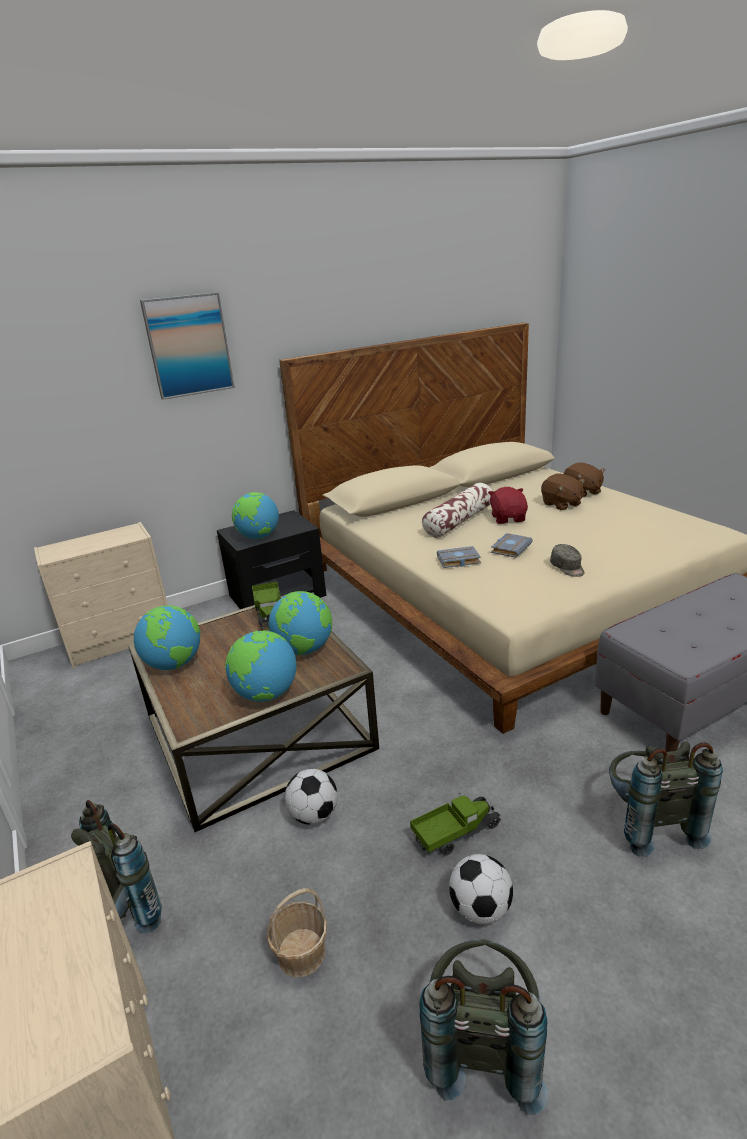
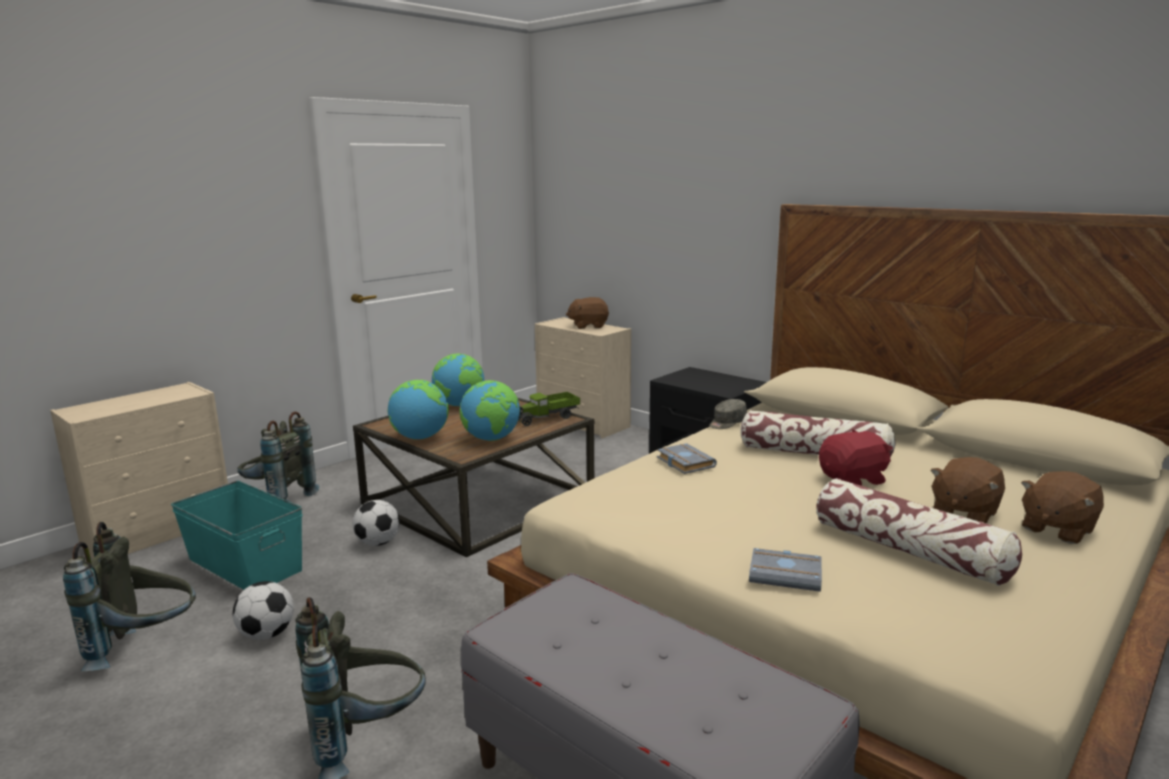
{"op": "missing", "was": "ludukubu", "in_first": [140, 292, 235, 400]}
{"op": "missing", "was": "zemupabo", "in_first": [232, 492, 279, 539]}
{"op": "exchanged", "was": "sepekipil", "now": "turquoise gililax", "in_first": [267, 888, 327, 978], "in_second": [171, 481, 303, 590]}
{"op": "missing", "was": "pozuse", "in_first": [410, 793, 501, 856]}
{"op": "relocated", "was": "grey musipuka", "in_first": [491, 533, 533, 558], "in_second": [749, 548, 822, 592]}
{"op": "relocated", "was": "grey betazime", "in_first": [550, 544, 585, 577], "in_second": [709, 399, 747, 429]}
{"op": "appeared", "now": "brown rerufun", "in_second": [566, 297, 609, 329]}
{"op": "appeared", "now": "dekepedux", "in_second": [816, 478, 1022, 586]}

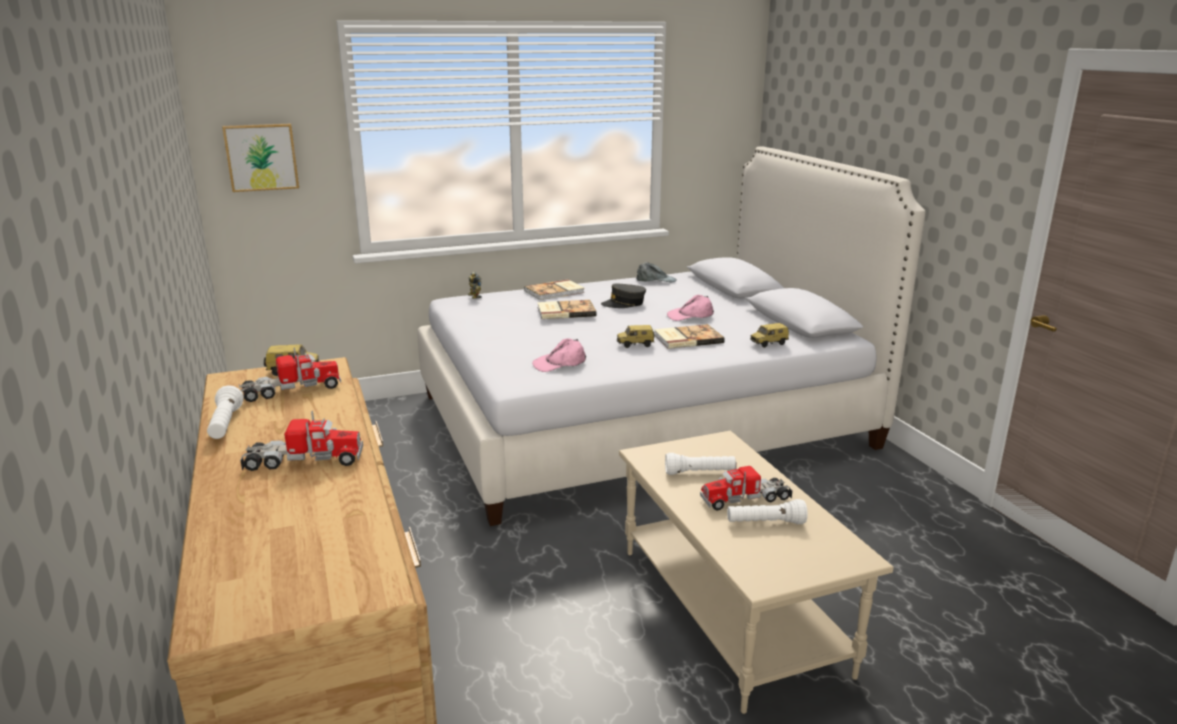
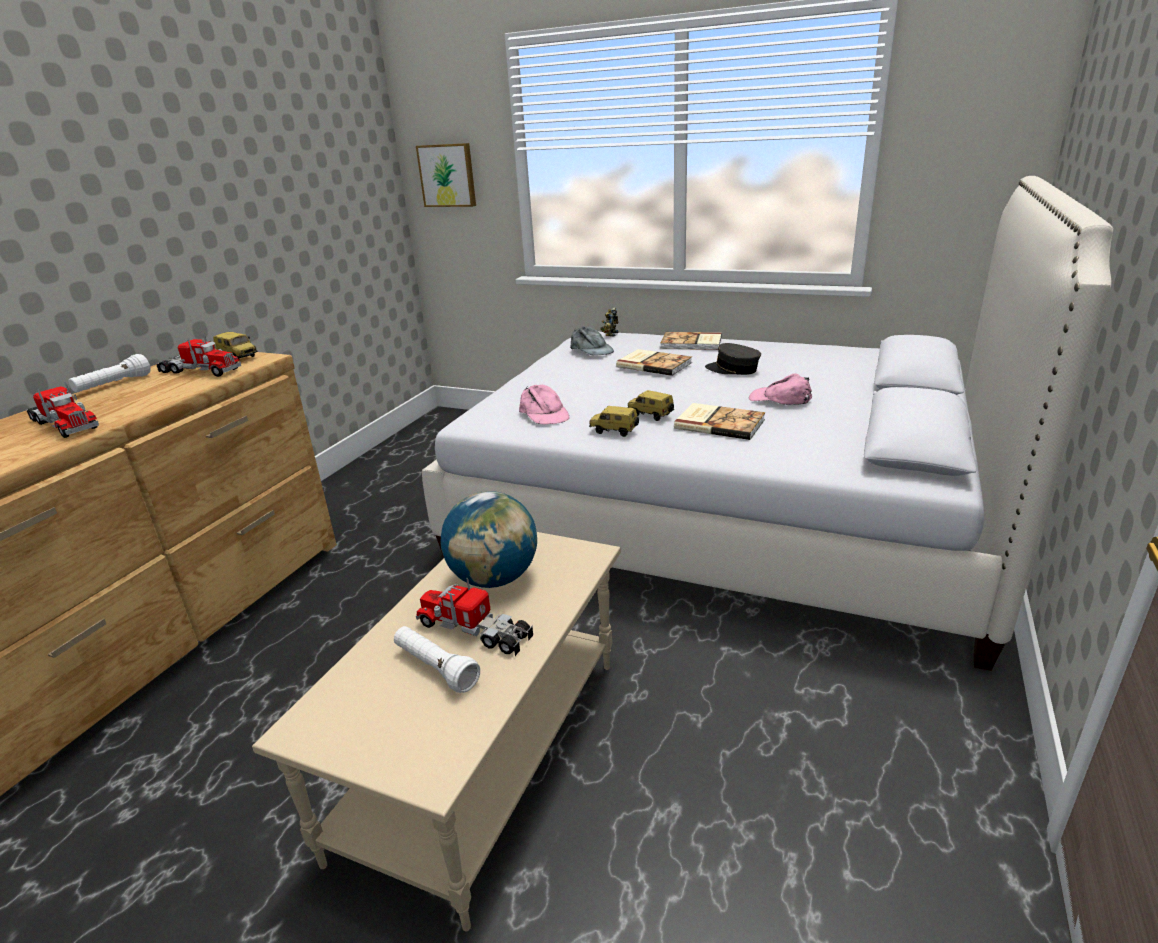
{"op": "spun", "was": "pink betazime", "in_first": [532, 339, 586, 372], "in_second": [519, 385, 569, 424], "clockwise": -135}
{"op": "relocated", "was": "grey betazime", "in_first": [636, 262, 677, 283], "in_second": [570, 326, 614, 355]}
{"op": "exchanged", "was": "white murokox", "now": "zemupabo", "in_first": [665, 453, 736, 475], "in_second": [440, 491, 537, 588]}
{"op": "relocated", "was": "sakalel", "in_first": [750, 323, 789, 348], "in_second": [589, 406, 639, 437]}

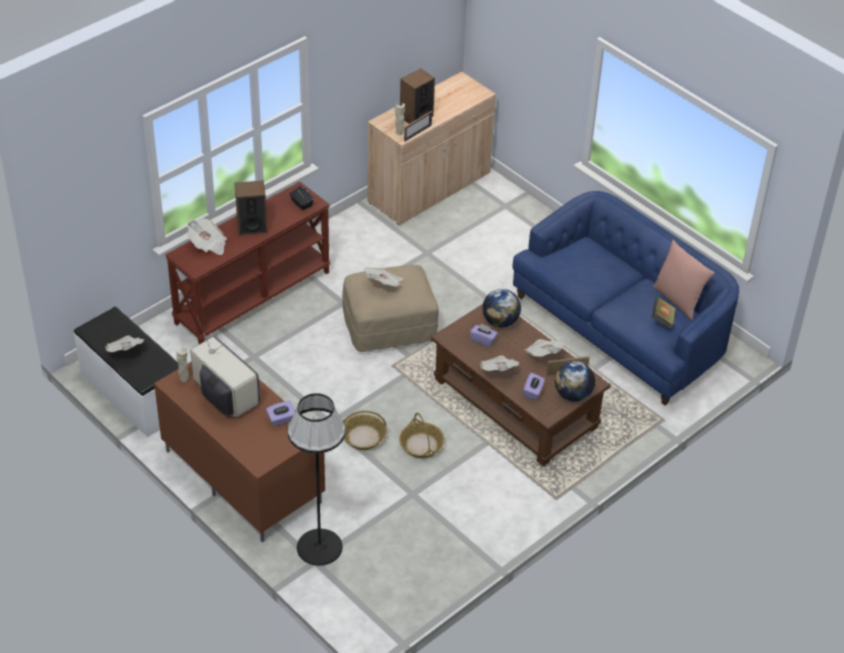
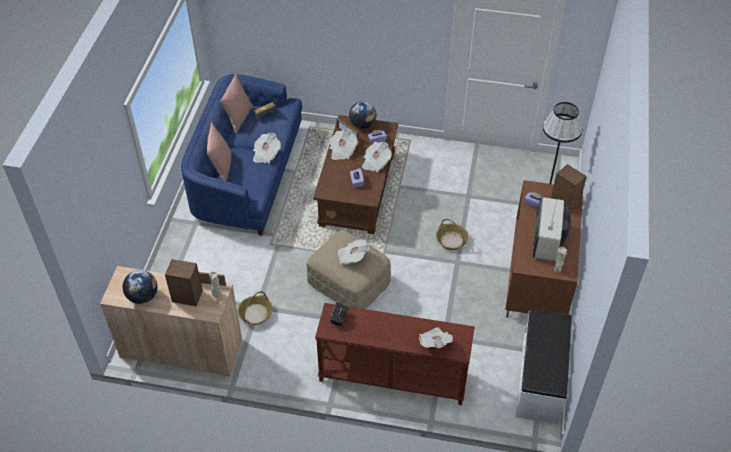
{"op": "relocated", "was": "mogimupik", "in_first": [105, 335, 144, 352], "in_second": [253, 133, 281, 163]}
{"op": "relocated", "was": "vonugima", "in_first": [235, 180, 268, 236], "in_second": [551, 164, 587, 212]}
{"op": "relocated", "was": "sepekipil", "in_first": [399, 413, 445, 458], "in_second": [238, 291, 273, 325]}
{"op": "relocated", "was": "zemupabo", "in_first": [482, 289, 521, 328], "in_second": [123, 270, 157, 304]}
{"op": "appeared", "now": "pink dekepedux", "in_second": [207, 122, 232, 181]}

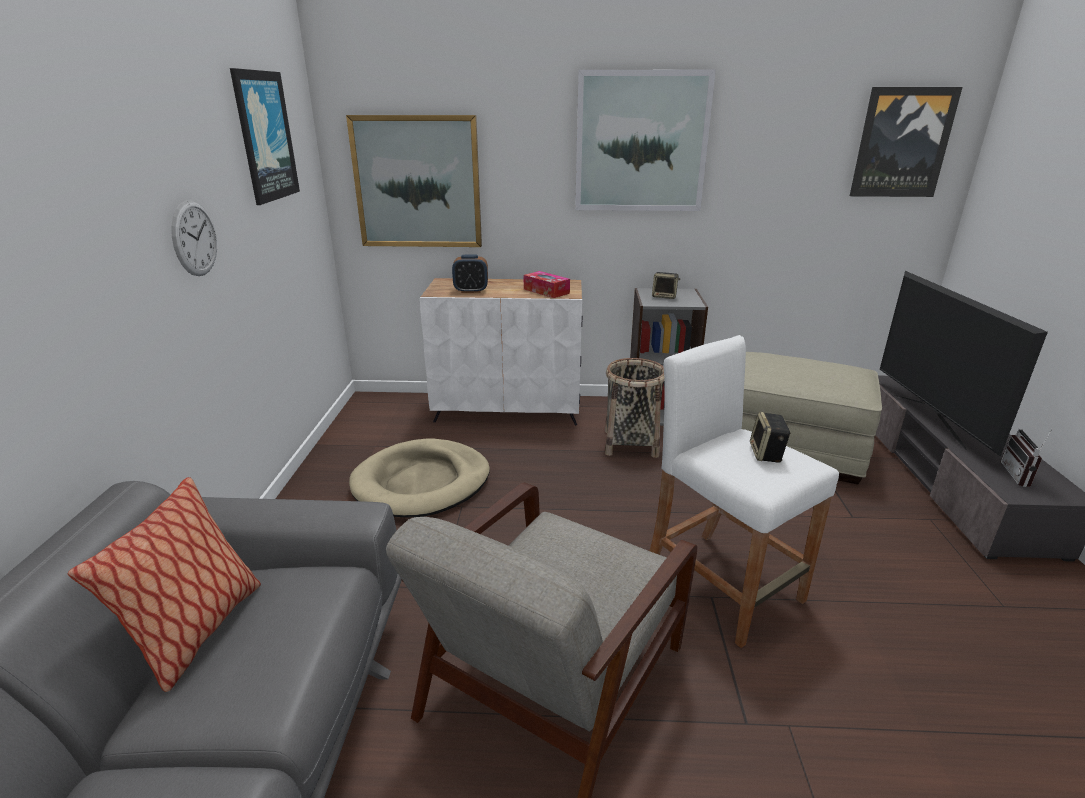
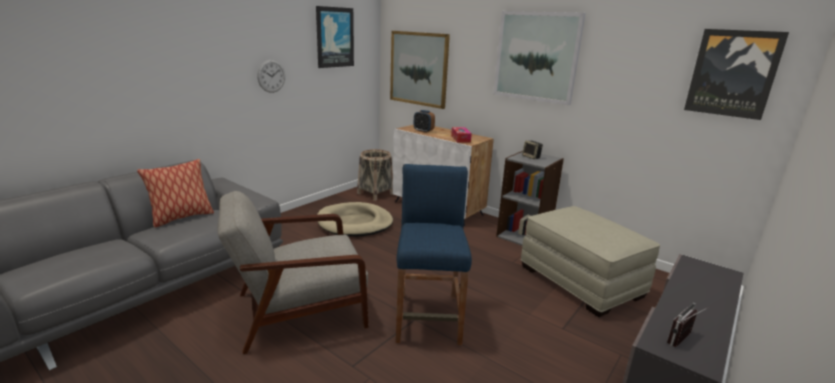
{"op": "relocated", "was": "sepekipil", "in_first": [605, 358, 665, 458], "in_second": [357, 149, 393, 201]}
{"op": "colour", "was": "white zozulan", "now": "blue zozulan", "in_first": [649, 335, 839, 648], "in_second": [396, 164, 472, 346]}
{"op": "missing", "was": "vonugima", "in_first": [750, 412, 791, 463]}
{"op": "missing", "was": "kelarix", "in_first": [880, 271, 1048, 457]}

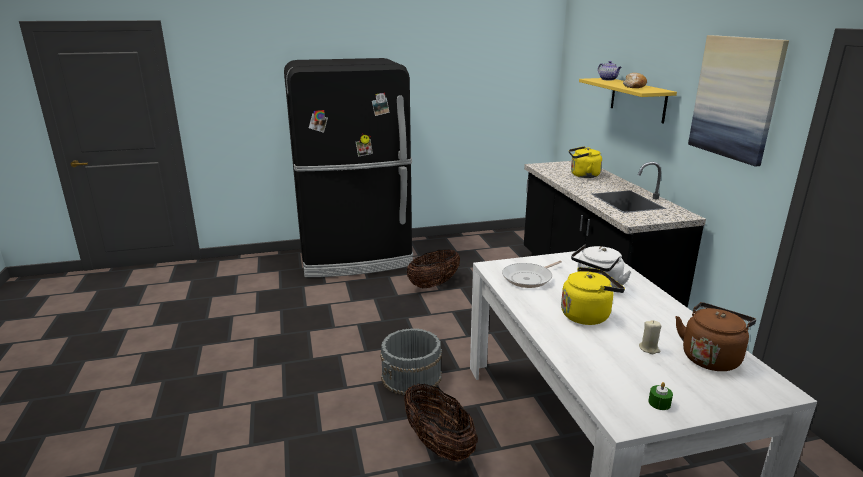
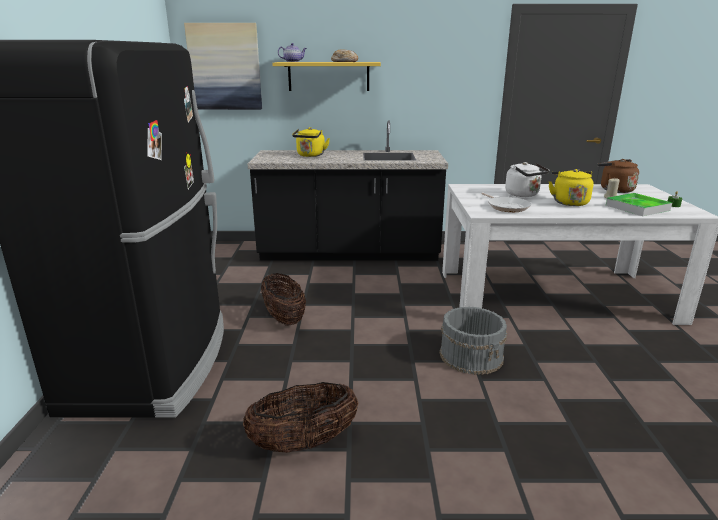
{"op": "relocated", "was": "sepekipil", "in_first": [404, 383, 478, 462], "in_second": [243, 382, 358, 453]}
{"op": "relocated", "was": "ludukubu", "in_first": [688, 35, 789, 167], "in_second": [184, 23, 262, 110]}
{"op": "appeared", "now": "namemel", "in_second": [606, 193, 672, 216]}

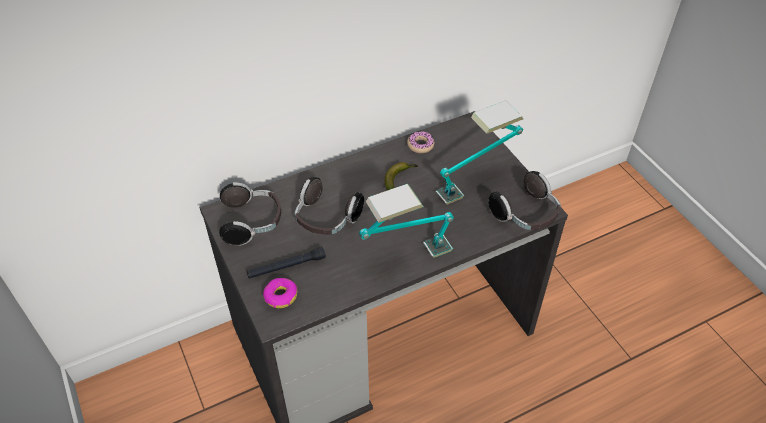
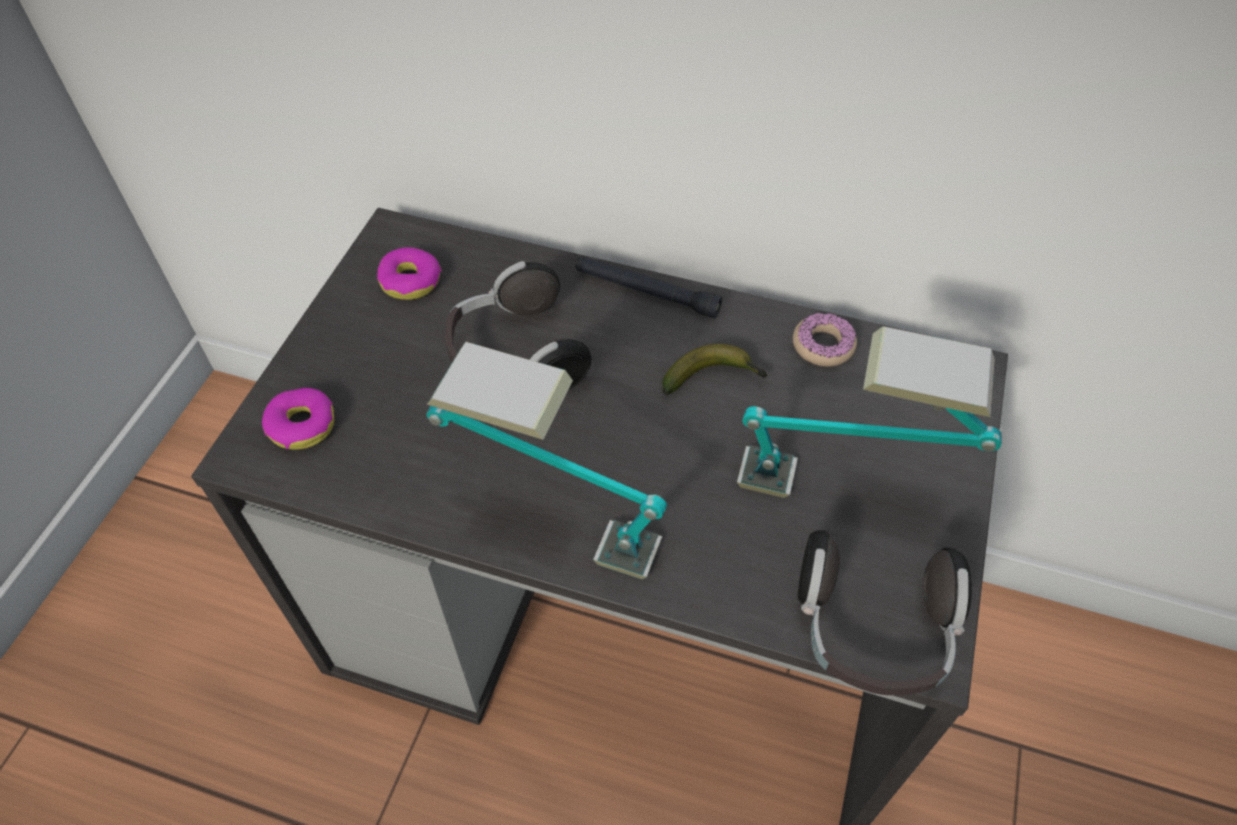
{"op": "exchanged", "was": "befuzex", "now": "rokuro", "in_first": [219, 182, 281, 246], "in_second": [377, 247, 442, 300]}
{"op": "relocated", "was": "black murokox", "in_first": [247, 247, 326, 278], "in_second": [576, 256, 722, 319]}

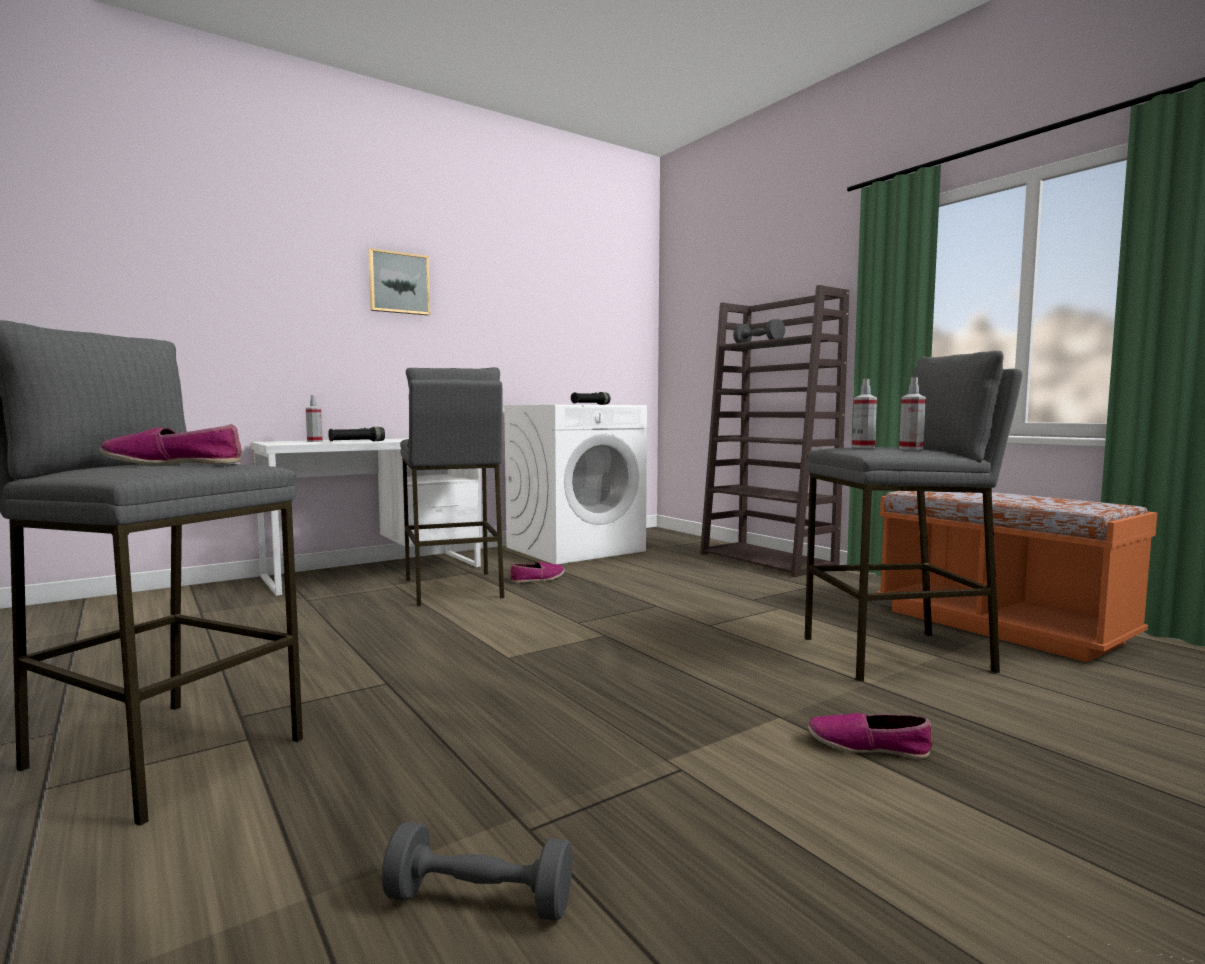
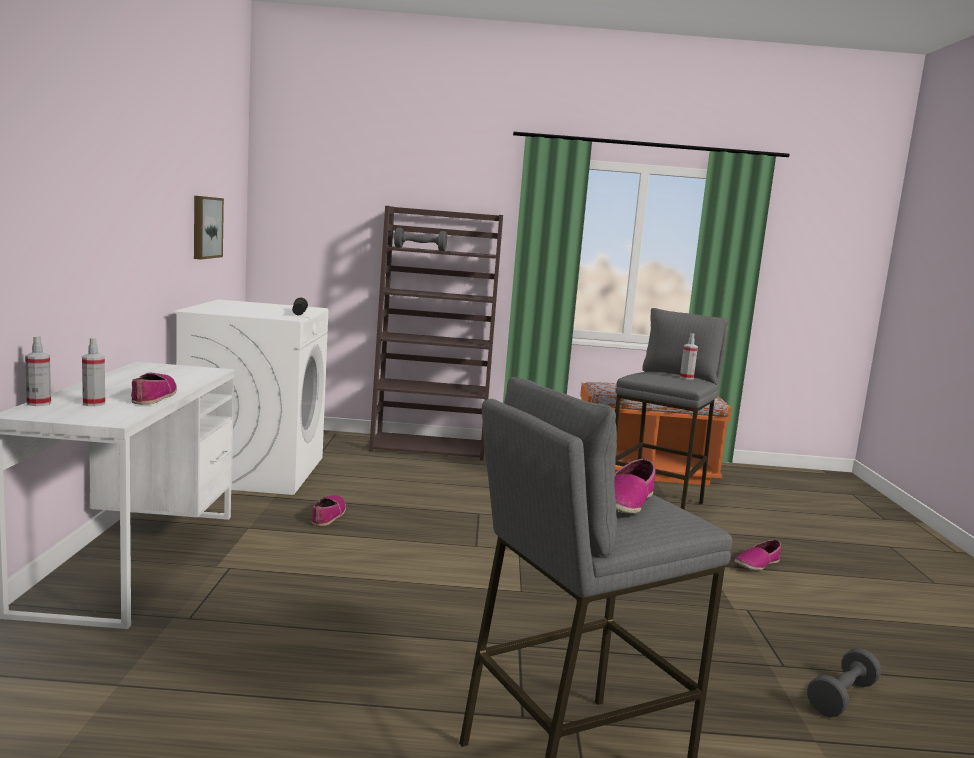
{"op": "exchanged", "was": "black murokox", "now": "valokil", "in_first": [328, 427, 385, 441], "in_second": [131, 373, 177, 404]}
{"op": "relocated", "was": "ludukubu", "in_first": [368, 248, 430, 315], "in_second": [194, 196, 224, 260]}
{"op": "missing", "was": "grey zozulan", "in_first": [400, 367, 504, 606]}
{"op": "relocated", "was": "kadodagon", "in_first": [852, 379, 877, 448], "in_second": [25, 336, 51, 406]}

